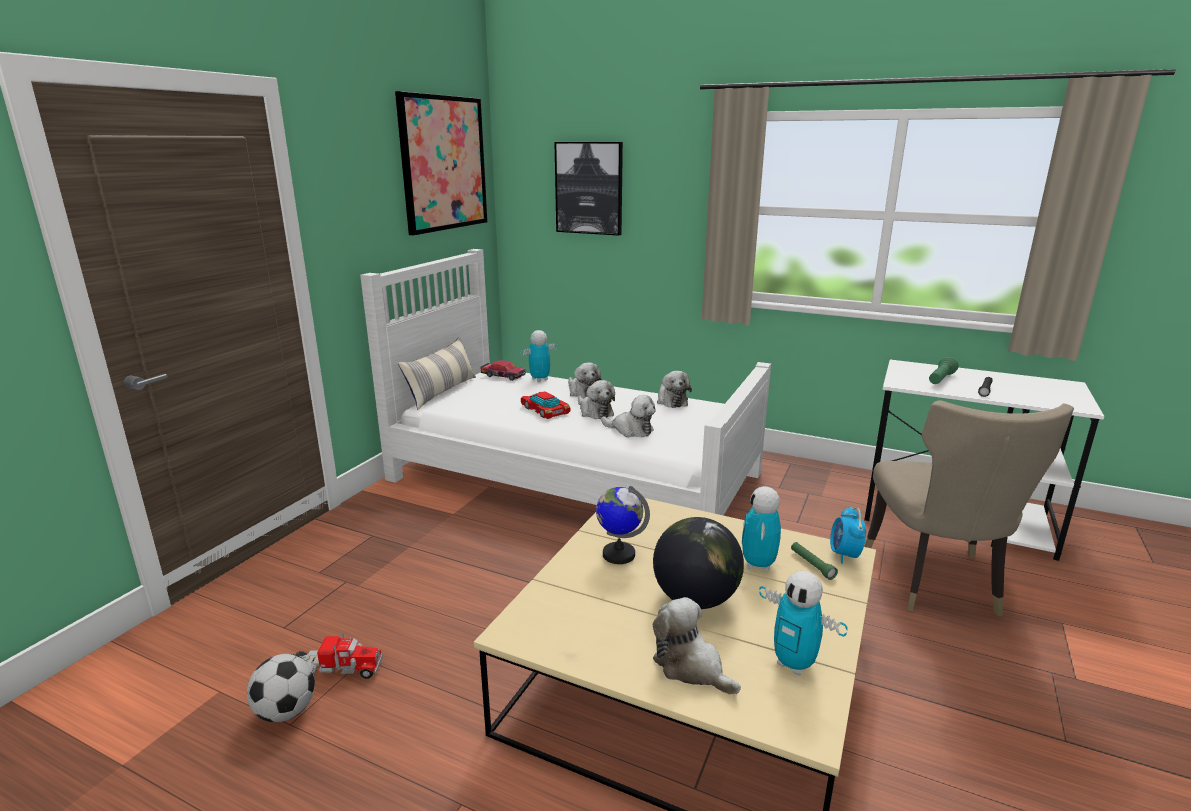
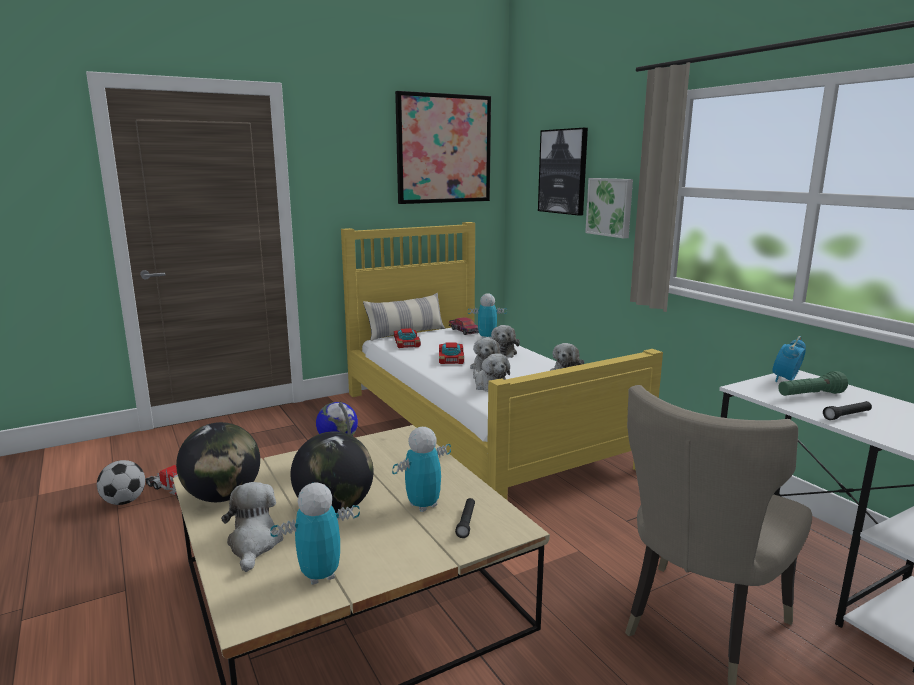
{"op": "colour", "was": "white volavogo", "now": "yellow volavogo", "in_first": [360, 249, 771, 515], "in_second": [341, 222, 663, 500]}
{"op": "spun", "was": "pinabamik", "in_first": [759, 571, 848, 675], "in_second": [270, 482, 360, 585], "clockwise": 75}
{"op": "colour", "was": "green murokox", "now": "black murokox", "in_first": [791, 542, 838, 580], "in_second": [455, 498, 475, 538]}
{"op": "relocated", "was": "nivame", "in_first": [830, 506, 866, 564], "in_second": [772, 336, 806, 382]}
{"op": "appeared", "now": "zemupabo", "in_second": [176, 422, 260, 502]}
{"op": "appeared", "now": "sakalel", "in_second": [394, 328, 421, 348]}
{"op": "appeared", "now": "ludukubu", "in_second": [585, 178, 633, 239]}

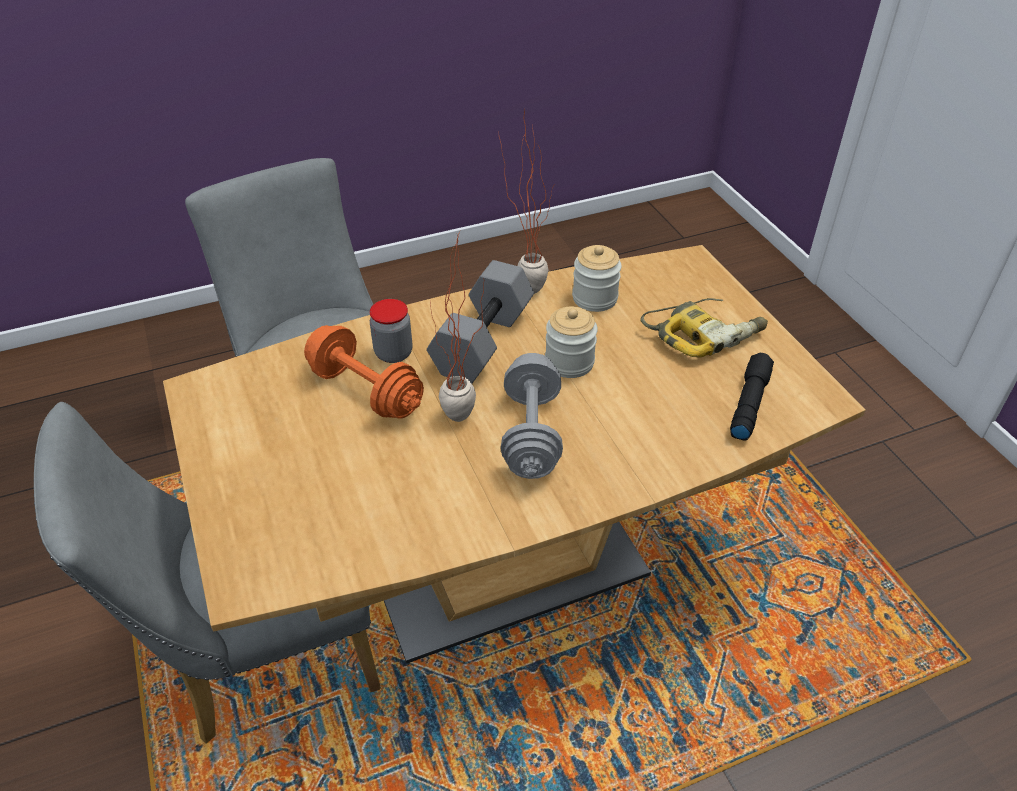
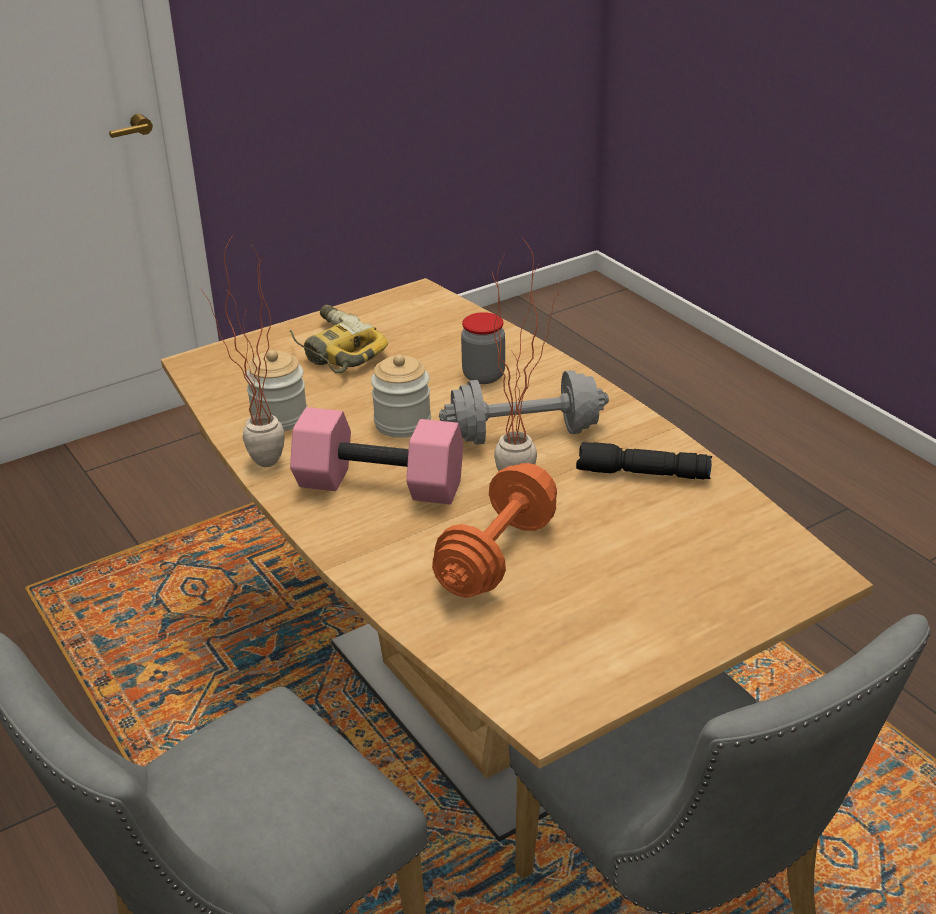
{"op": "relocated", "was": "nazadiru", "in_first": [370, 299, 412, 363], "in_second": [461, 312, 505, 384]}
{"op": "colour", "was": "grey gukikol", "now": "pink gukikol", "in_first": [427, 260, 534, 384], "in_second": [290, 407, 463, 505]}
{"op": "relocated", "was": "black murokox", "in_first": [730, 353, 774, 441], "in_second": [576, 442, 712, 479]}

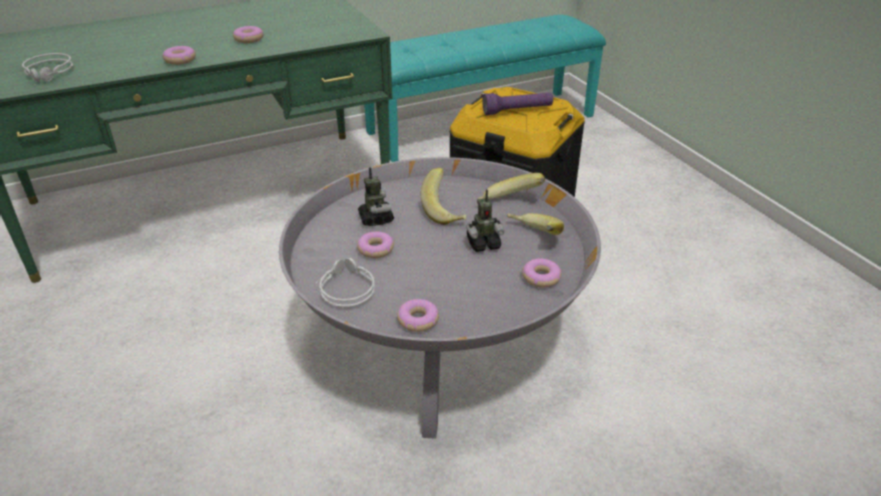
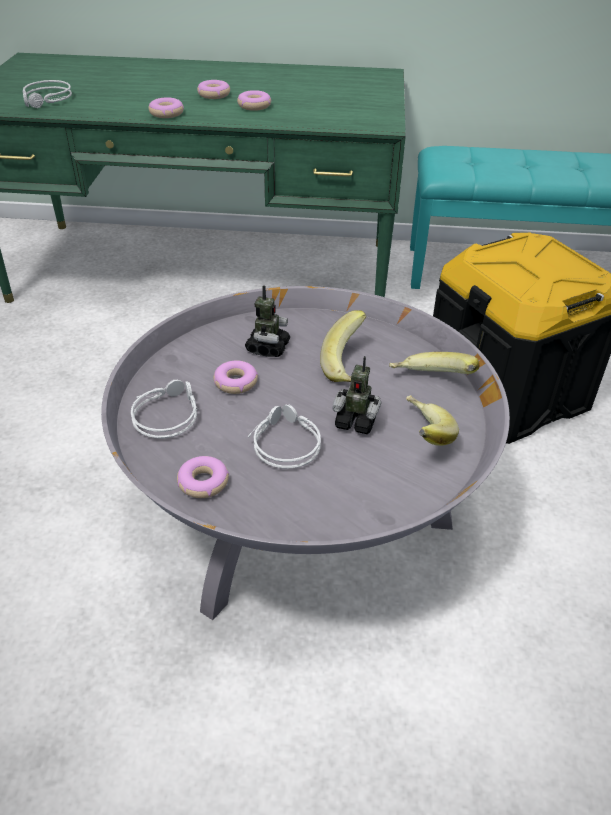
{"op": "missing", "was": "purple murokox", "in_first": [482, 92, 553, 115]}
{"op": "relocated", "was": "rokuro", "in_first": [522, 259, 561, 288], "in_second": [197, 80, 230, 99]}
{"op": "appeared", "now": "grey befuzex", "in_second": [248, 405, 321, 469]}

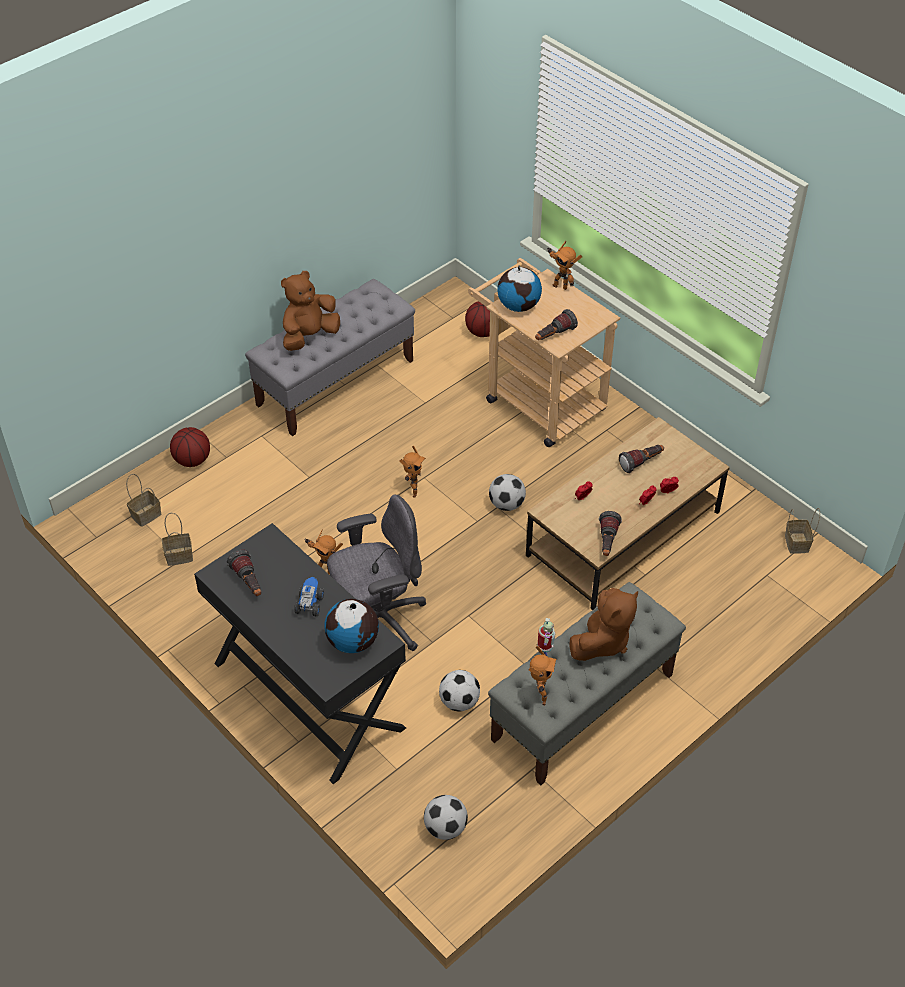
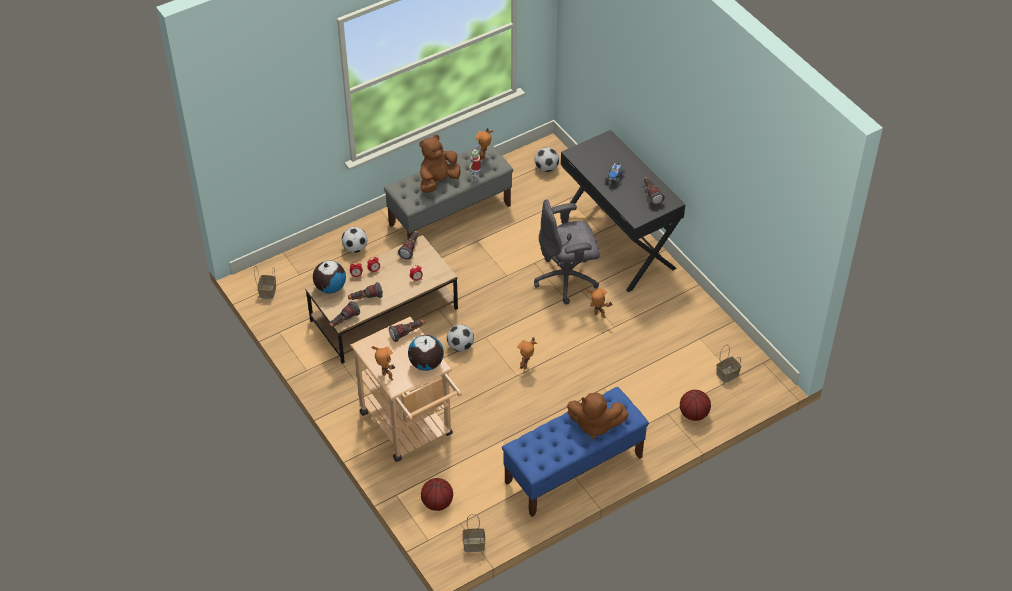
{"op": "relocated", "was": "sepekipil", "in_first": [162, 513, 193, 566], "in_second": [463, 514, 485, 552]}
{"op": "colour", "was": "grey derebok", "now": "blue derebok", "in_first": [245, 279, 415, 436], "in_second": [502, 387, 649, 517]}
{"op": "spun", "was": "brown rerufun", "in_first": [281, 271, 340, 351], "in_second": [567, 392, 629, 439], "clockwise": 45}
{"op": "relocated", "was": "zemupabo", "in_first": [324, 599, 379, 653], "in_second": [313, 261, 346, 293]}
{"op": "relocated", "was": "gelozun", "in_first": [439, 670, 480, 712], "in_second": [342, 227, 367, 253]}
{"op": "appeared", "now": "murokox", "in_second": [329, 301, 360, 327]}

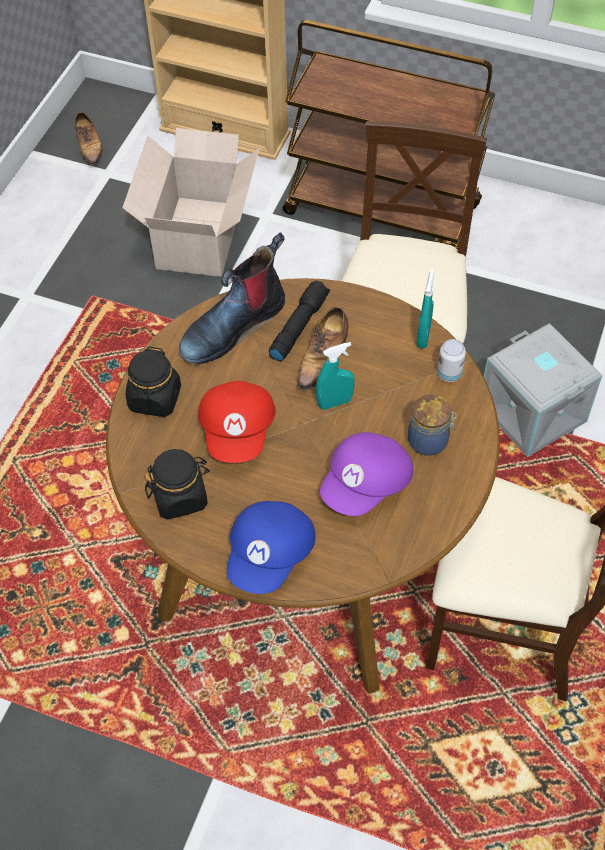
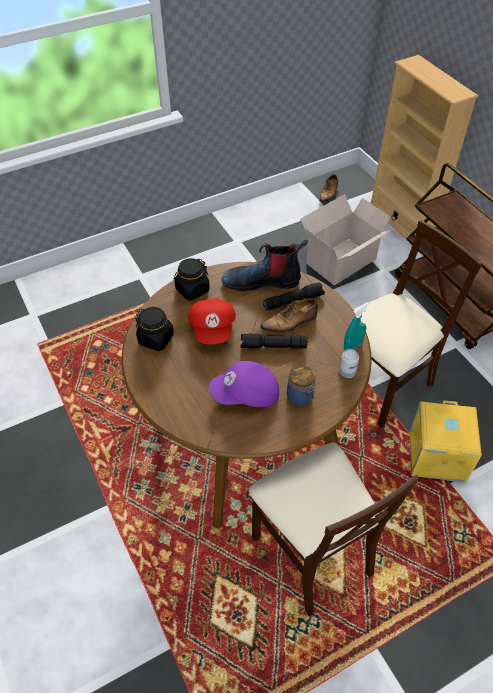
{"op": "spun", "was": "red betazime", "in_first": [198, 381, 276, 463], "in_second": [188, 298, 236, 344], "clockwise": -45}
{"op": "missing", "was": "blue betazime", "in_first": [227, 501, 316, 594]}
{"op": "exchanged", "was": "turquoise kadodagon", "now": "black murokox", "in_first": [316, 342, 355, 410], "in_second": [240, 334, 308, 349]}
{"op": "colour", "was": "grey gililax", "now": "yellow gililax", "in_first": [484, 323, 603, 457], "in_second": [410, 400, 482, 483]}

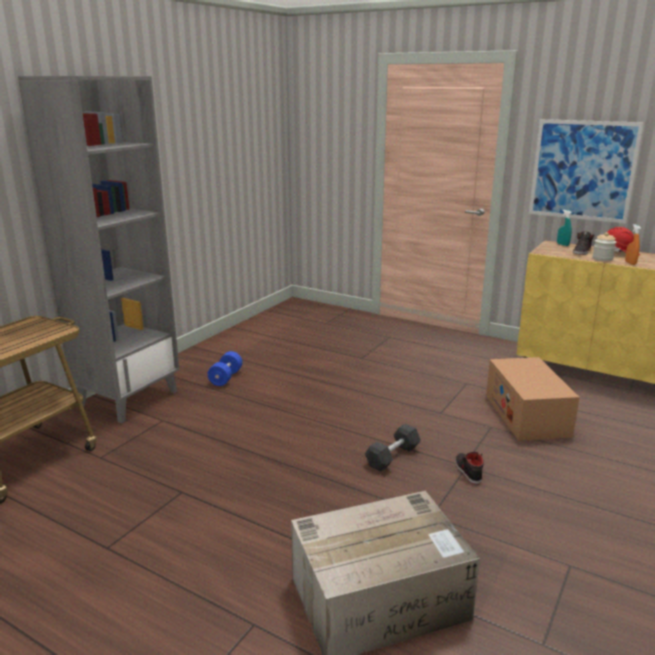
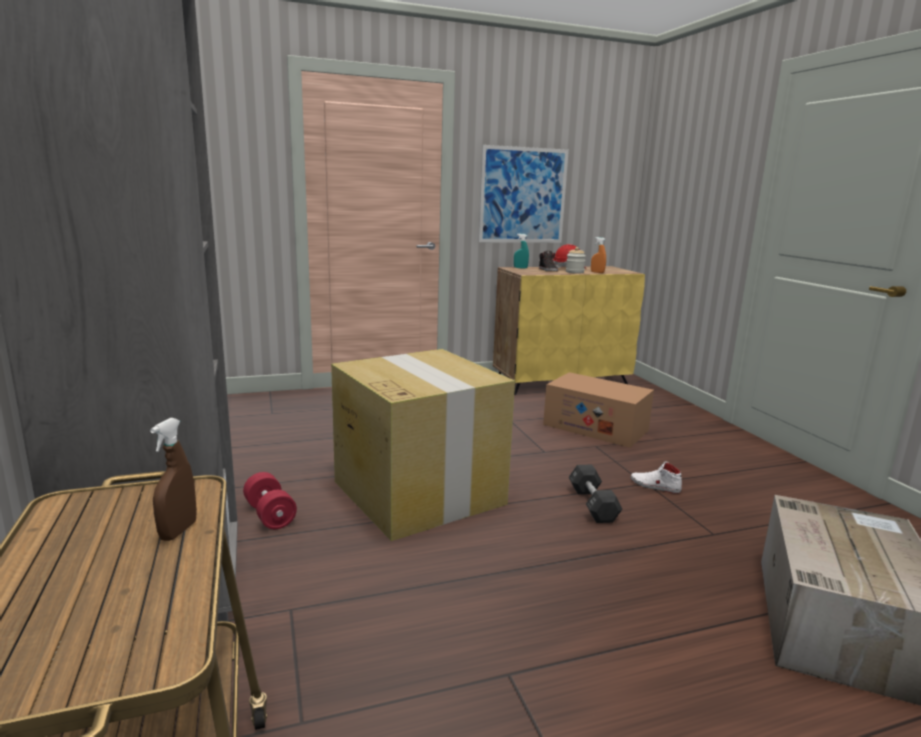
{"op": "colour", "was": "blue gukikol", "now": "red gukikol", "in_first": [208, 351, 243, 386], "in_second": [243, 472, 297, 529]}
{"op": "colour", "was": "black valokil", "now": "white valokil", "in_first": [455, 452, 484, 484], "in_second": [630, 461, 682, 494]}
{"op": "appeared", "now": "brown kadodagon", "in_second": [150, 418, 197, 541]}
{"op": "appeared", "now": "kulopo", "in_second": [331, 349, 515, 541]}

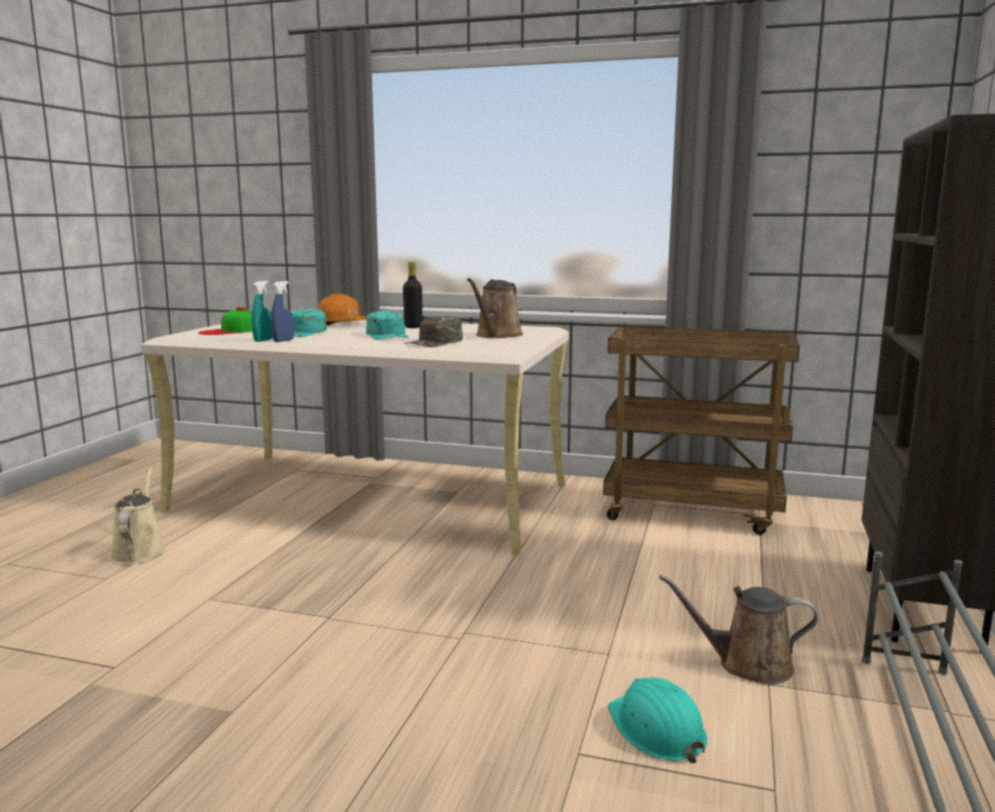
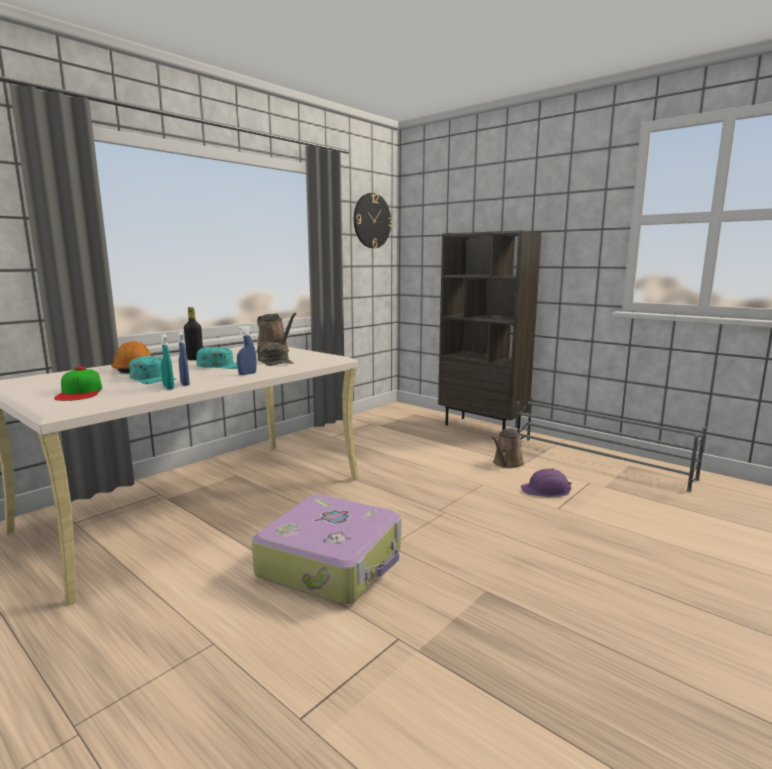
{"op": "missing", "was": "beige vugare", "in_first": [109, 467, 166, 564]}
{"op": "missing", "was": "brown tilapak", "in_first": [603, 326, 800, 535]}
{"op": "colour", "was": "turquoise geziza", "now": "purple geziza", "in_first": [608, 677, 707, 763], "in_second": [521, 469, 572, 497]}
{"op": "appeared", "now": "blue kadodagon", "in_second": [237, 325, 257, 375]}
{"op": "appeared", "now": "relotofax", "in_second": [252, 494, 401, 604]}
{"op": "appeared", "now": "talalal", "in_second": [354, 193, 392, 248]}

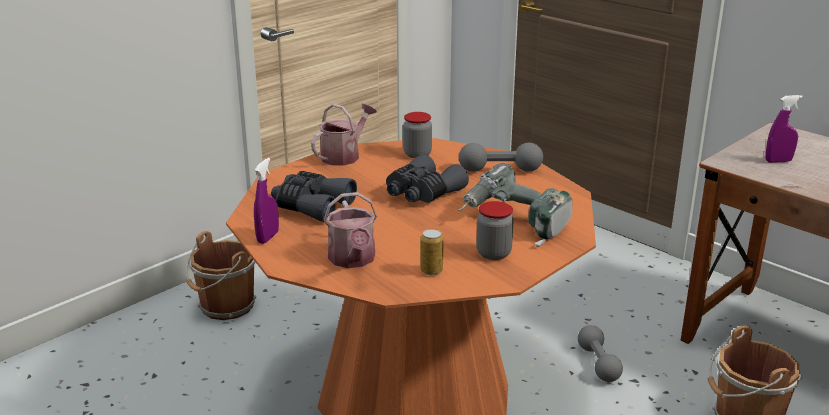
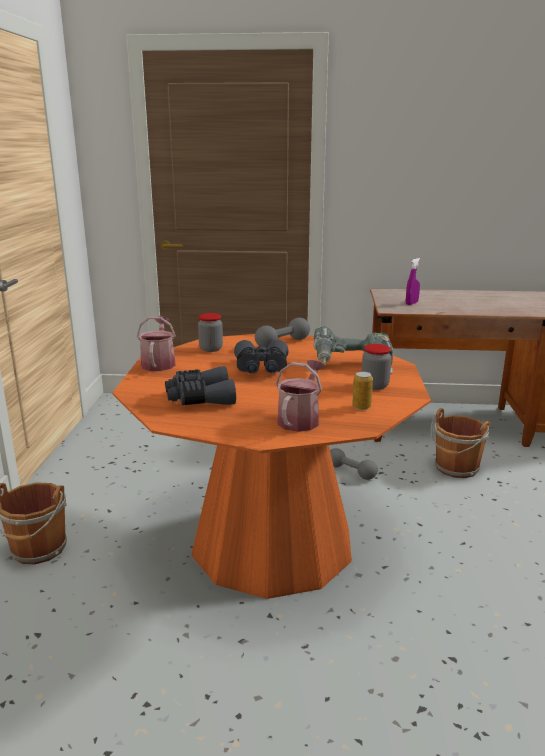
{"op": "missing", "was": "purple kadodagon", "in_first": [254, 158, 279, 244]}
{"op": "spun", "was": "vugare", "in_first": [324, 192, 377, 268], "in_second": [276, 360, 324, 432], "clockwise": -105}

